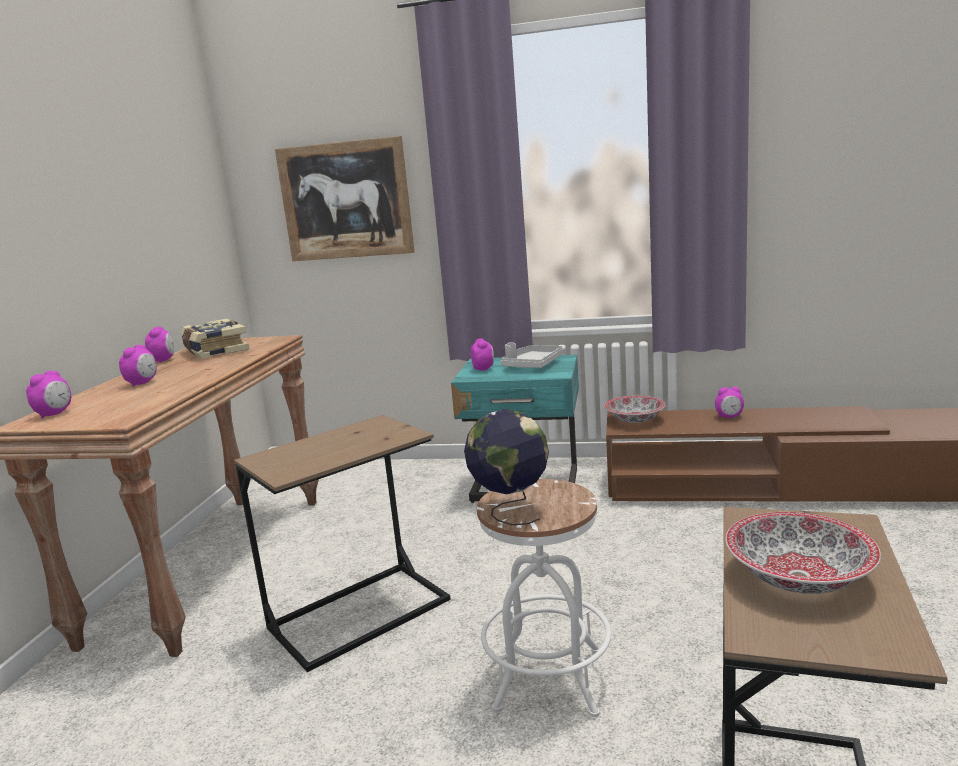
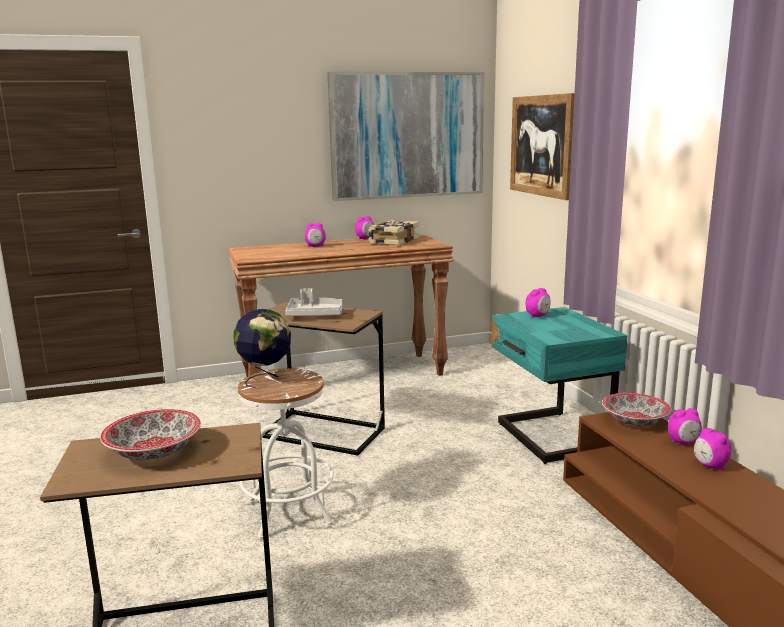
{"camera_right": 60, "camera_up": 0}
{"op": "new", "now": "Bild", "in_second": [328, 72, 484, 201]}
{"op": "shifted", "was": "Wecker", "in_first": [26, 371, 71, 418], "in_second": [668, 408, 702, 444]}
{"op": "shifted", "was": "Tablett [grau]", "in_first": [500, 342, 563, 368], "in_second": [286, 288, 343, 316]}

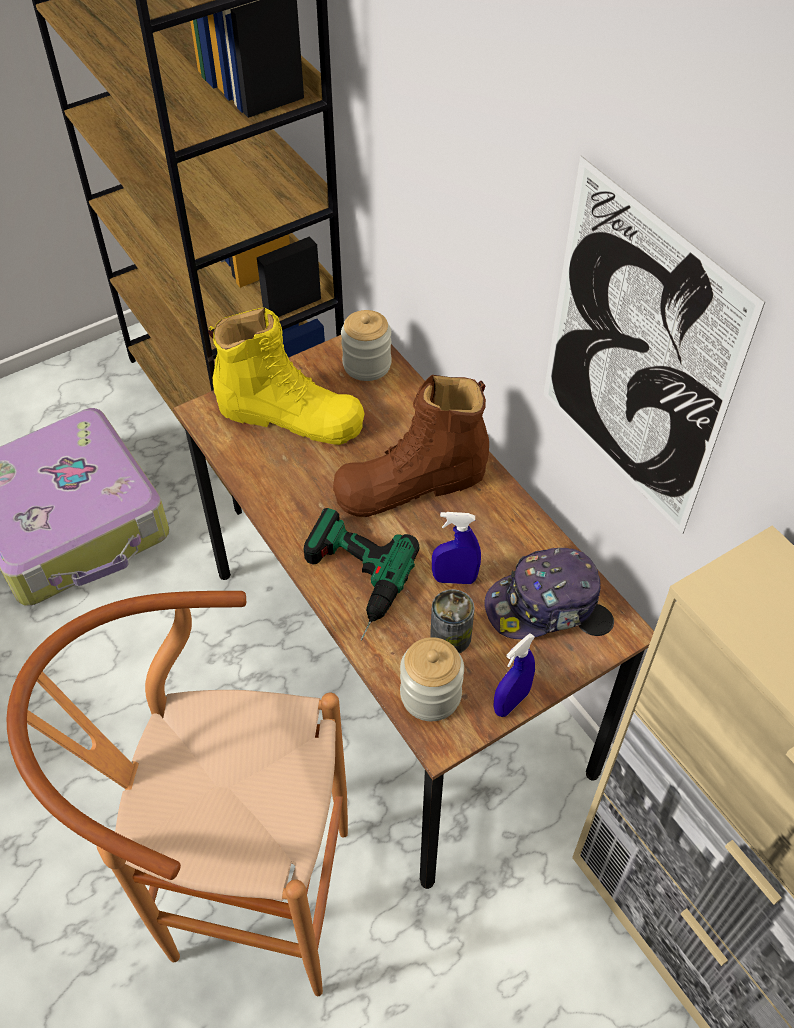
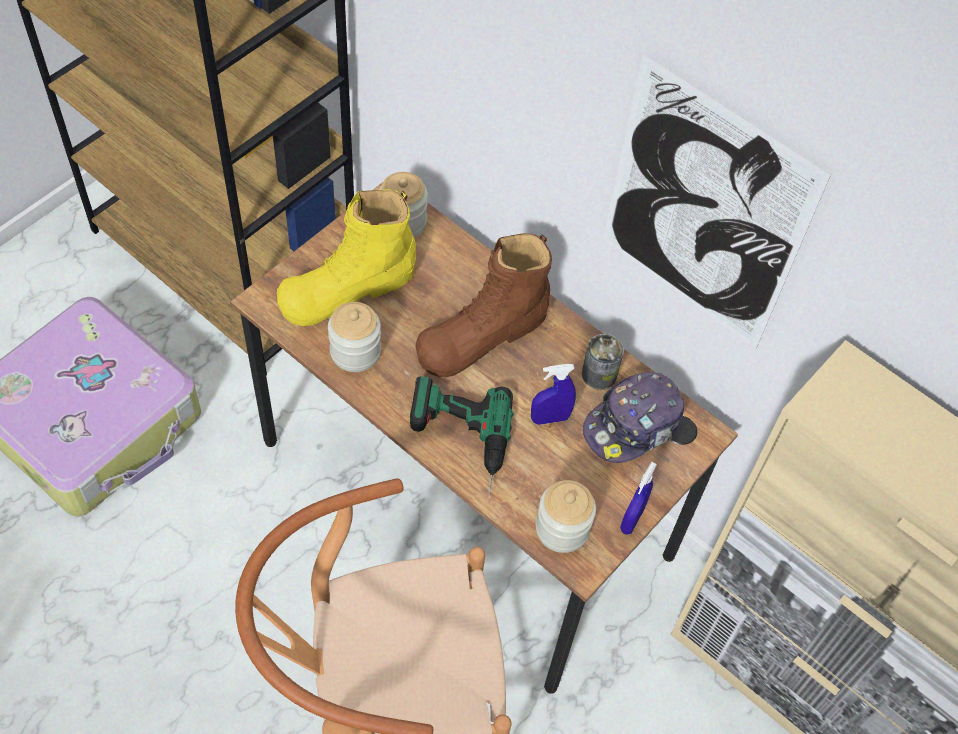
{"camera_right": -20, "camera_up": 5}
{"op": "new", "now": "Vorratsglas", "in_second": [328, 302, 381, 372]}
{"op": "shifted", "was": "Dose", "in_first": [430, 589, 475, 653], "in_second": [582, 334, 624, 390]}
{"op": "rotated", "was": "Stiefel [gelb]", "in_first": [208, 307, 365, 445], "in_second": [277, 189, 416, 326], "clockwise": 150}

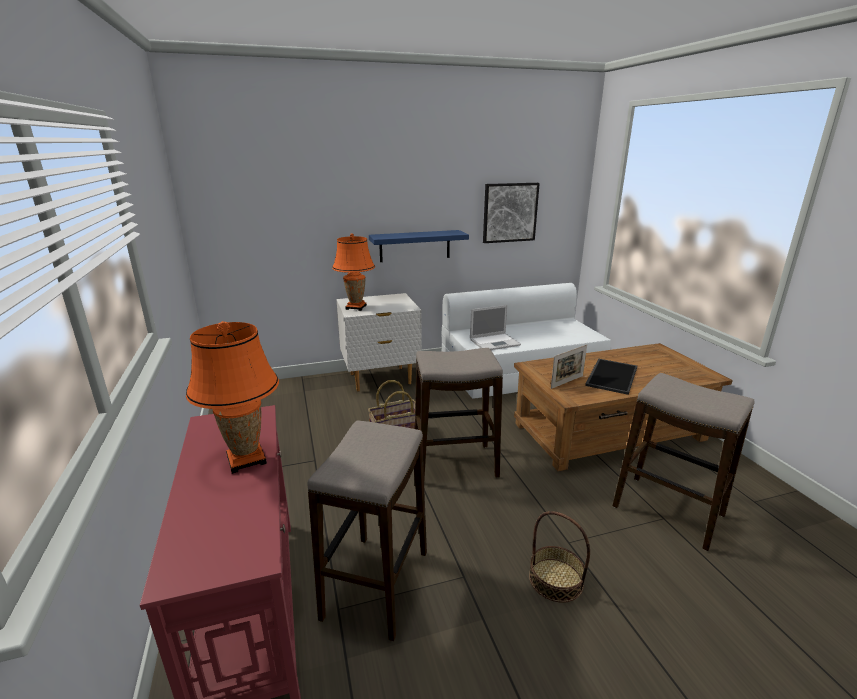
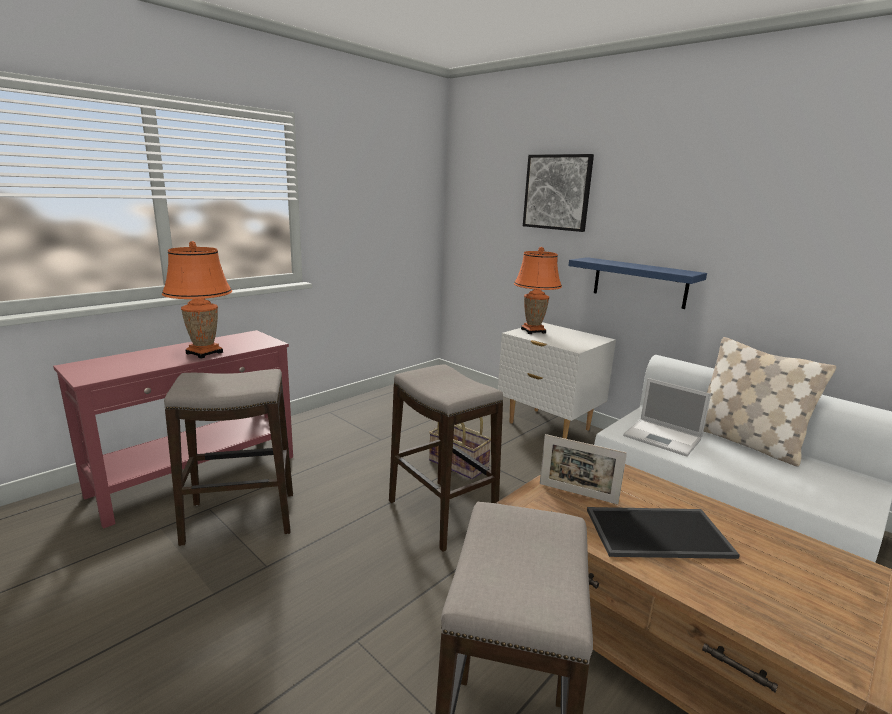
{"camera_right": 60, "camera_up": -5}
{"op": "gone", "was": "Korb", "in_first": [529, 511, 590, 603]}
{"op": "new", "now": "Kissen [beige]", "in_second": [703, 337, 836, 467]}
{"op": "shifted", "was": "Bild", "in_first": [483, 183, 540, 243], "in_second": [523, 154, 594, 232]}

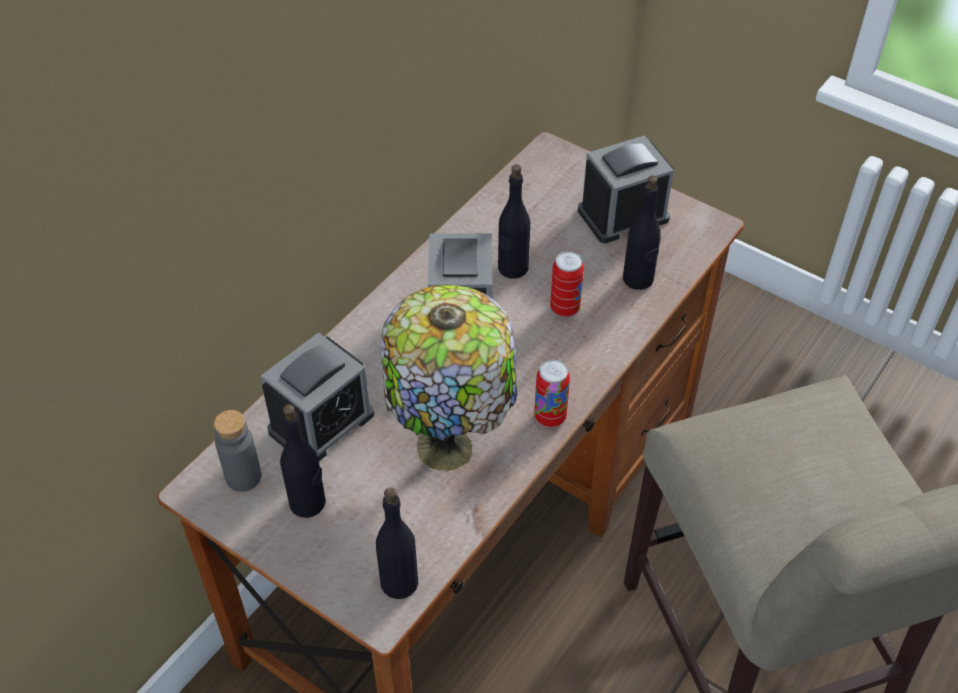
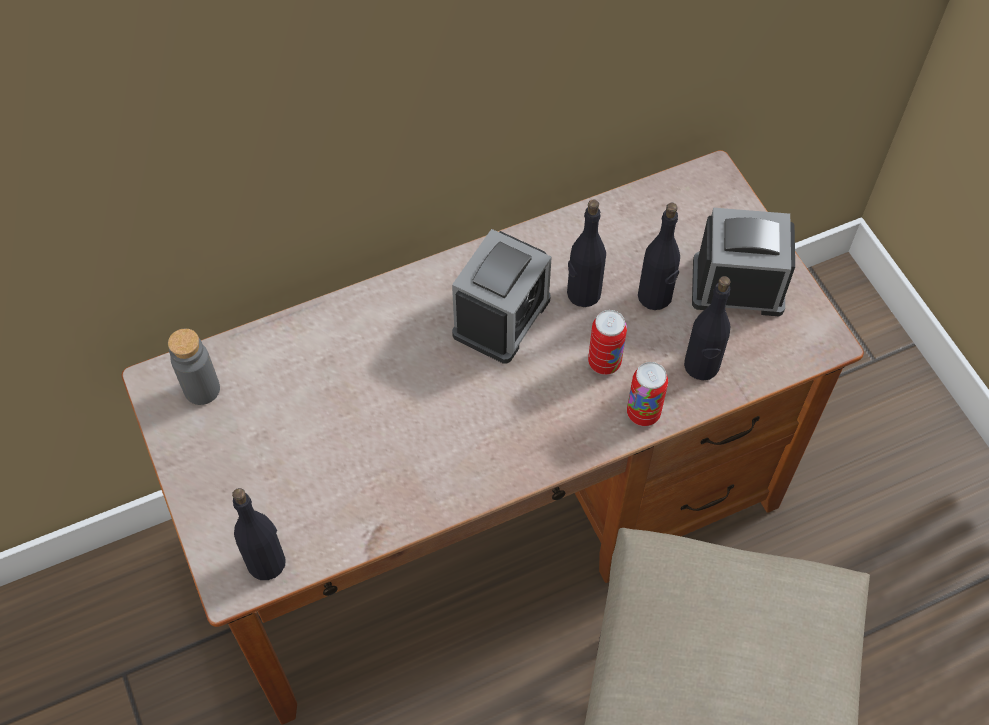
{"camera_right": 30, "camera_up": 10}
{"op": "gone", "was": "Wecker", "in_first": [261, 332, 374, 461]}
{"op": "gone", "was": "Tischlampe", "in_first": [381, 285, 518, 472]}
{"op": "shifted", "was": "Flasche [schwarz]", "in_first": [280, 404, 326, 518], "in_second": [638, 203, 680, 310]}
{"op": "shifted", "was": "Dose", "in_first": [534, 360, 570, 427], "in_second": [627, 362, 668, 426]}

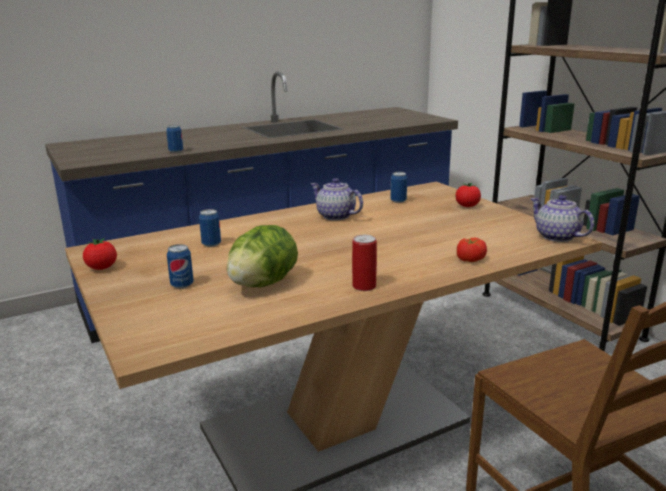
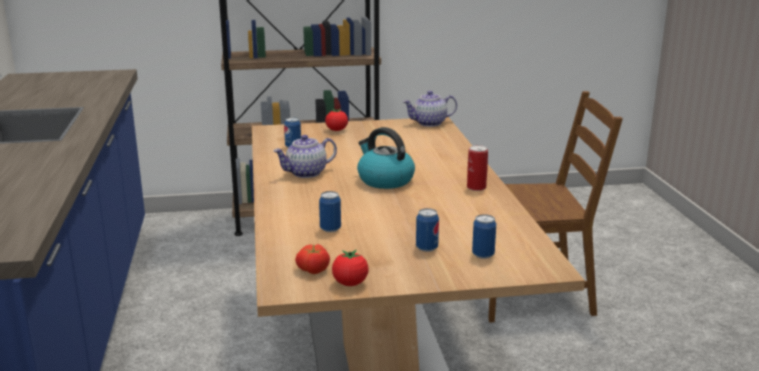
{"camera_right": -70, "camera_up": 0}
{"op": "gone", "was": "Salatkopf", "in_first": [227, 225, 298, 287]}
{"op": "new", "now": "Wasserkessel", "in_second": [357, 127, 415, 189]}
{"op": "shifted", "was": "Dose", "in_first": [166, 125, 183, 153], "in_second": [472, 214, 496, 259]}
{"op": "shifted", "was": "Tomate", "in_first": [457, 238, 487, 262], "in_second": [295, 244, 330, 274]}

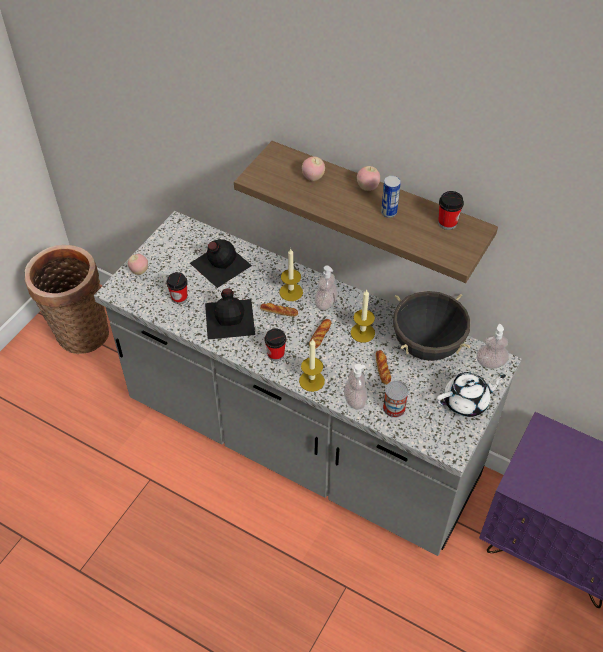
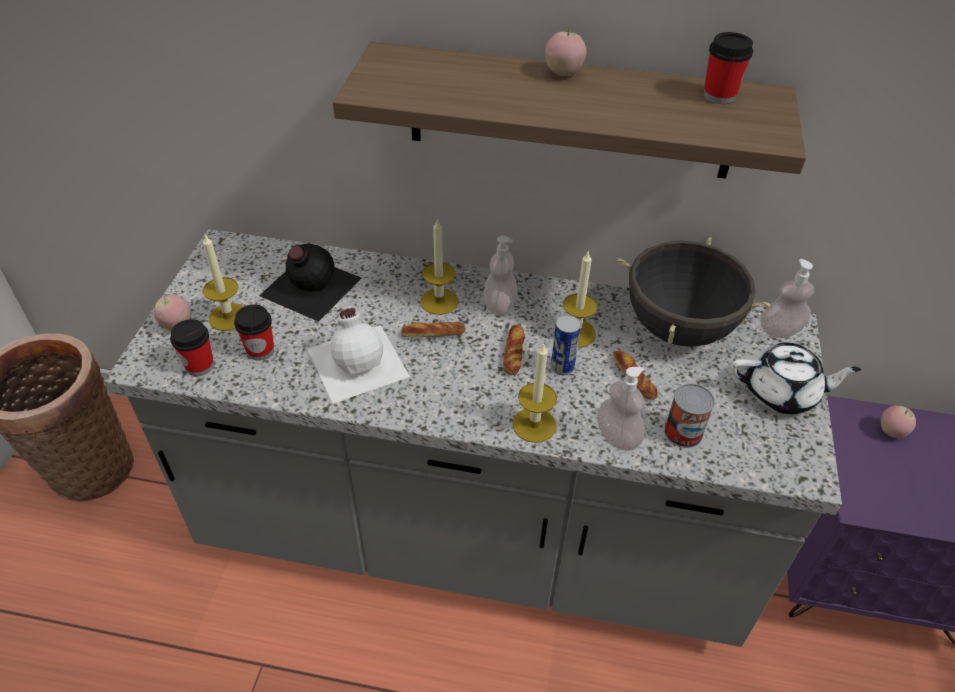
{"camera_right": -20, "camera_up": -5}
{"op": "new", "now": "Kerze", "in_second": [203, 233, 244, 331]}
{"op": "shifted", "was": "Tasse", "in_first": [264, 328, 286, 361], "in_second": [170, 319, 214, 376]}
{"op": "shifted", "was": "Apfel", "in_first": [302, 156, 325, 181], "in_second": [881, 406, 916, 438]}
{"op": "shifted", "was": "Dose", "in_first": [381, 176, 401, 218], "in_second": [551, 315, 581, 375]}
{"op": "repainted", "was": "Flasche [schwarz]", "now": "Flasche [weiß]", "in_first": [205, 288, 255, 339], "in_second": [307, 308, 410, 403]}
{"op": "rotated", "was": "Teekanne [weiß]", "in_first": [436, 372, 506, 417], "in_second": [731, 343, 861, 414], "clockwise": 45}

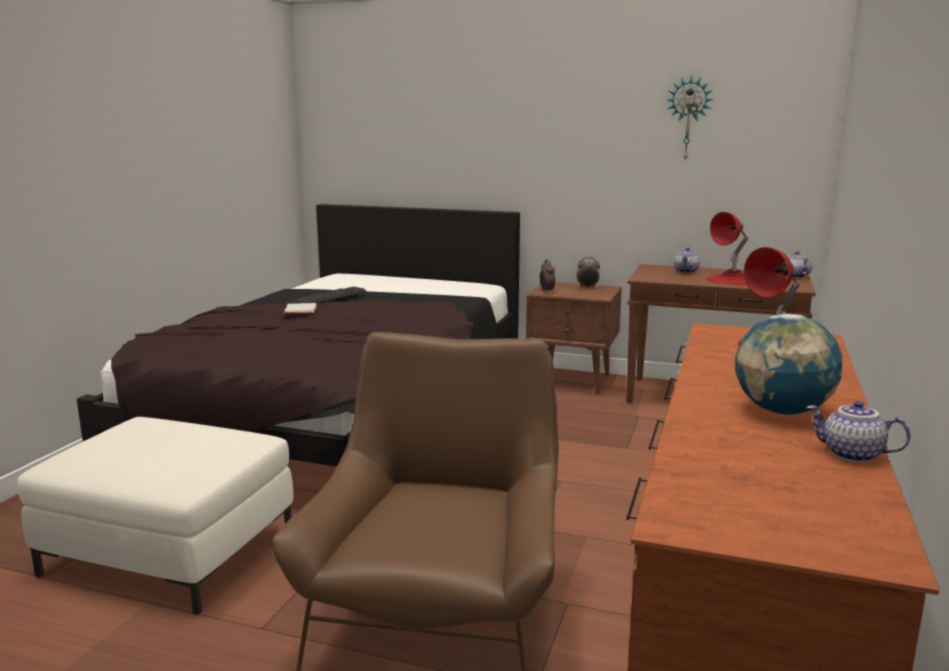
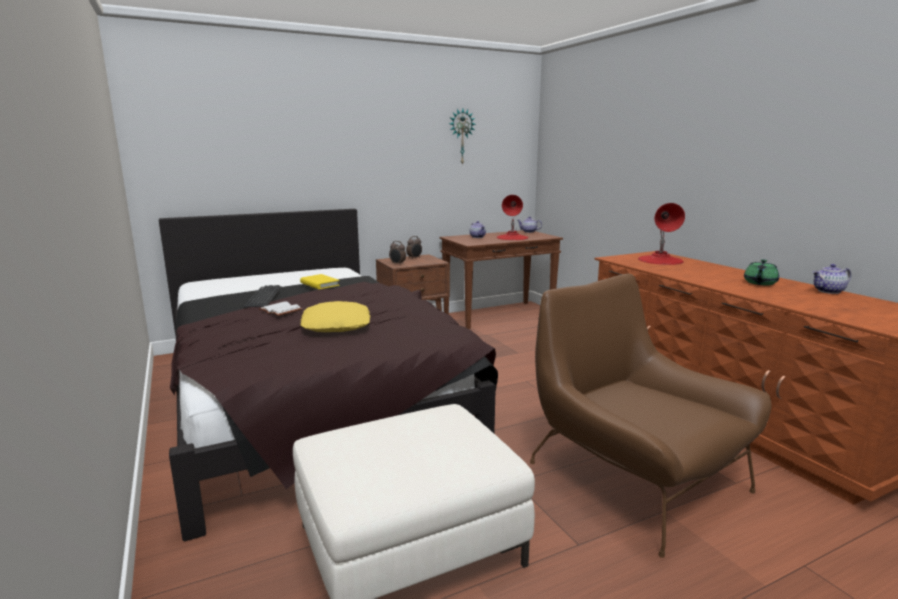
{"camera_right": -45, "camera_up": 0}
{"op": "new", "now": "Buch [gelb]", "in_second": [300, 274, 340, 289]}
{"op": "new", "now": "Kissen [gelb]", "in_second": [300, 301, 370, 332]}
{"op": "swapped", "was": "Globus", "now": "Teekanne [grün]", "in_first": [735, 314, 842, 415], "in_second": [744, 259, 779, 285]}

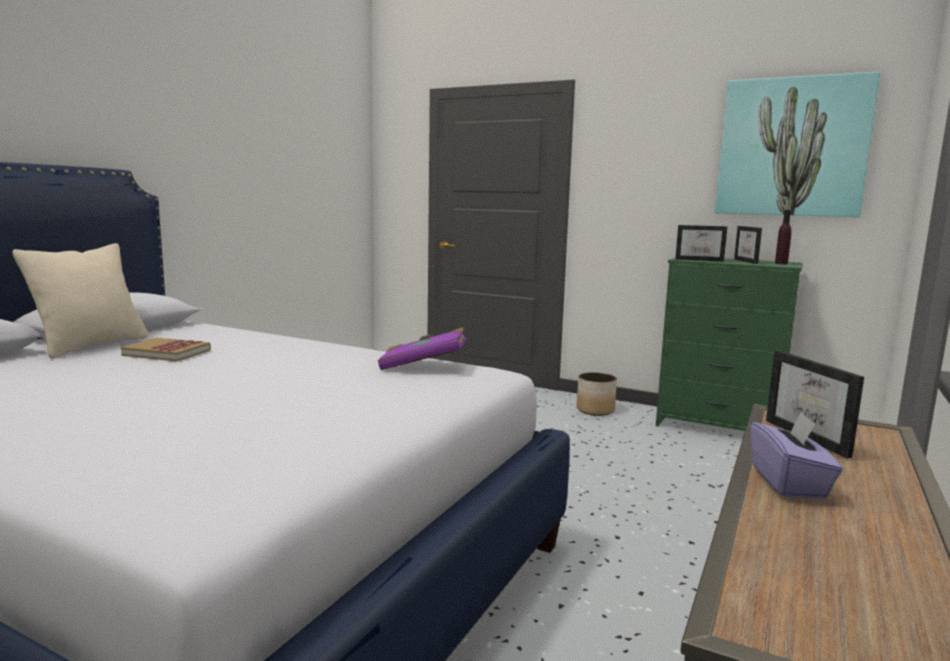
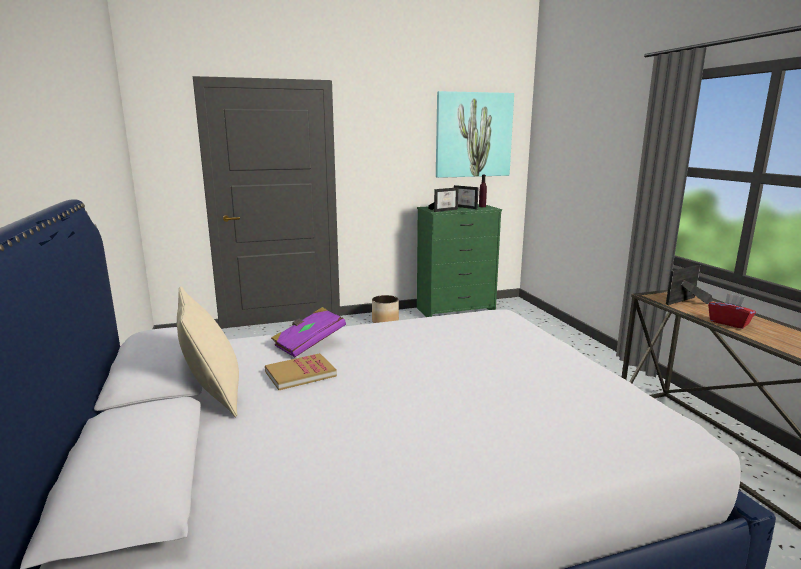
{"camera_right": -45, "camera_up": 5}
{"op": "shifted", "was": "Buch [lila]", "in_first": [378, 327, 467, 370], "in_second": [271, 307, 346, 358]}
{"op": "repainted", "was": "Taschentuchbox [lila]", "now": "Taschentuchbox [rot]", "in_first": [750, 412, 843, 499], "in_second": [708, 293, 756, 329]}
{"op": "rotated", "was": "Bilderrahmen", "in_first": [766, 350, 864, 458], "in_second": [666, 265, 713, 305], "clockwise": 120}

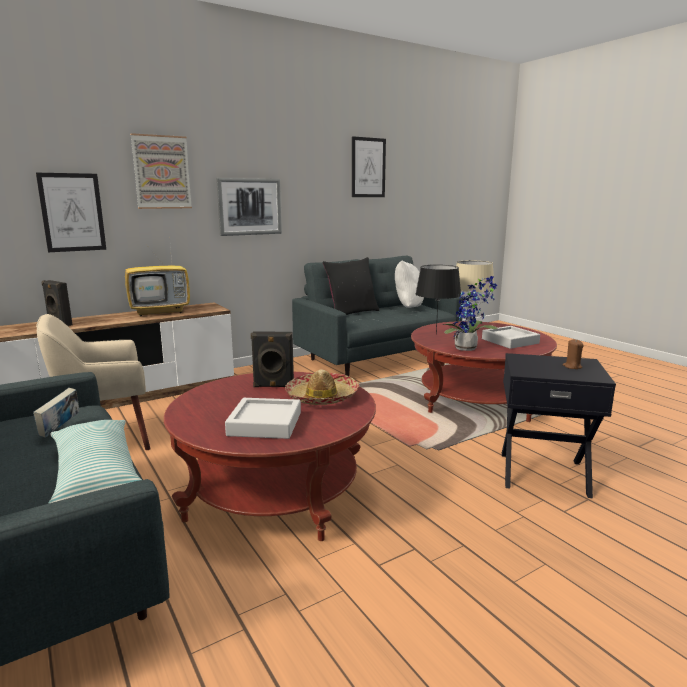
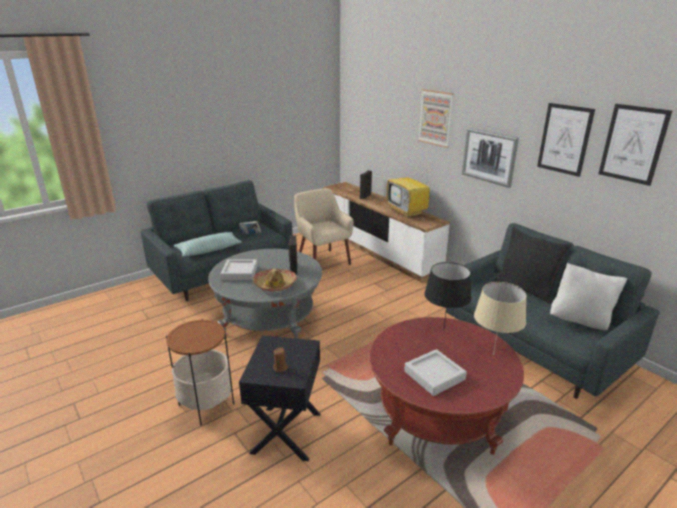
{"camera_right": 85, "camera_up": 10}
{"op": "gone", "was": "Topfpflanze", "in_first": [443, 276, 497, 351]}
{"op": "new", "now": "Beistelltisch", "in_second": [166, 319, 234, 426]}
{"op": "shifted", "was": "Bild", "in_first": [36, 173, 106, 252], "in_second": [537, 103, 595, 177]}
{"op": "repainted", "was": "Couchtisch [rot]", "now": "Couchtisch [grau]", "in_first": [164, 372, 376, 541], "in_second": [208, 249, 322, 339]}

